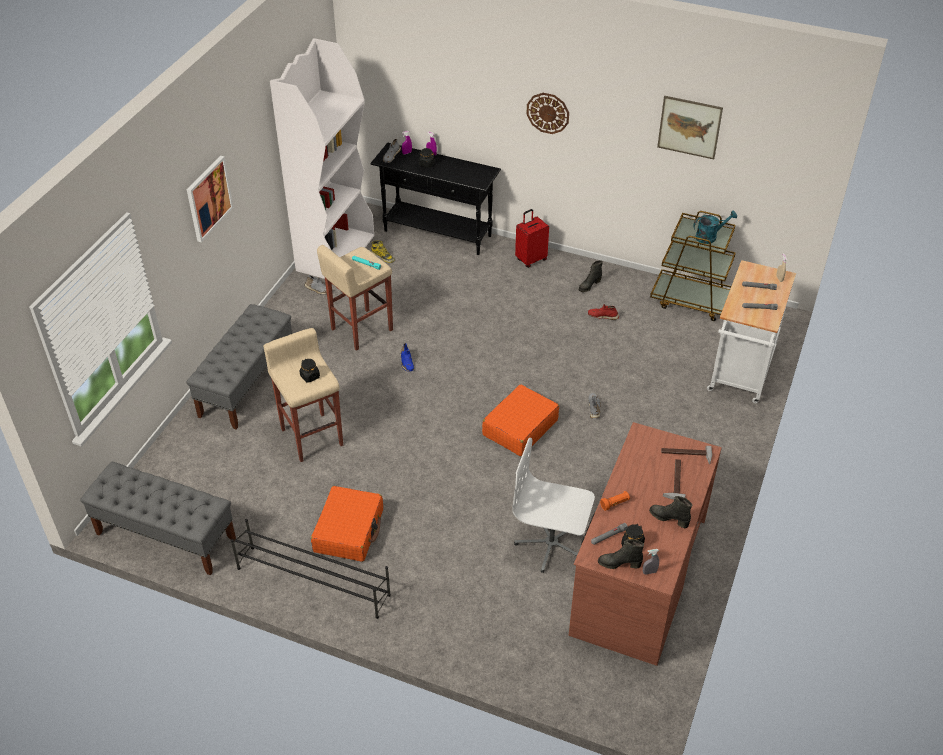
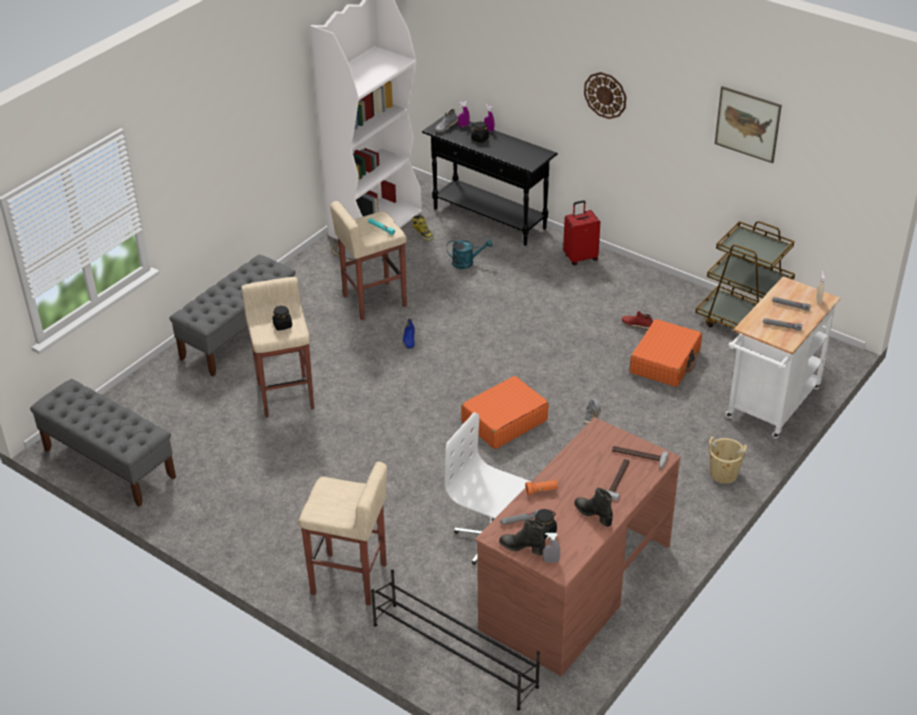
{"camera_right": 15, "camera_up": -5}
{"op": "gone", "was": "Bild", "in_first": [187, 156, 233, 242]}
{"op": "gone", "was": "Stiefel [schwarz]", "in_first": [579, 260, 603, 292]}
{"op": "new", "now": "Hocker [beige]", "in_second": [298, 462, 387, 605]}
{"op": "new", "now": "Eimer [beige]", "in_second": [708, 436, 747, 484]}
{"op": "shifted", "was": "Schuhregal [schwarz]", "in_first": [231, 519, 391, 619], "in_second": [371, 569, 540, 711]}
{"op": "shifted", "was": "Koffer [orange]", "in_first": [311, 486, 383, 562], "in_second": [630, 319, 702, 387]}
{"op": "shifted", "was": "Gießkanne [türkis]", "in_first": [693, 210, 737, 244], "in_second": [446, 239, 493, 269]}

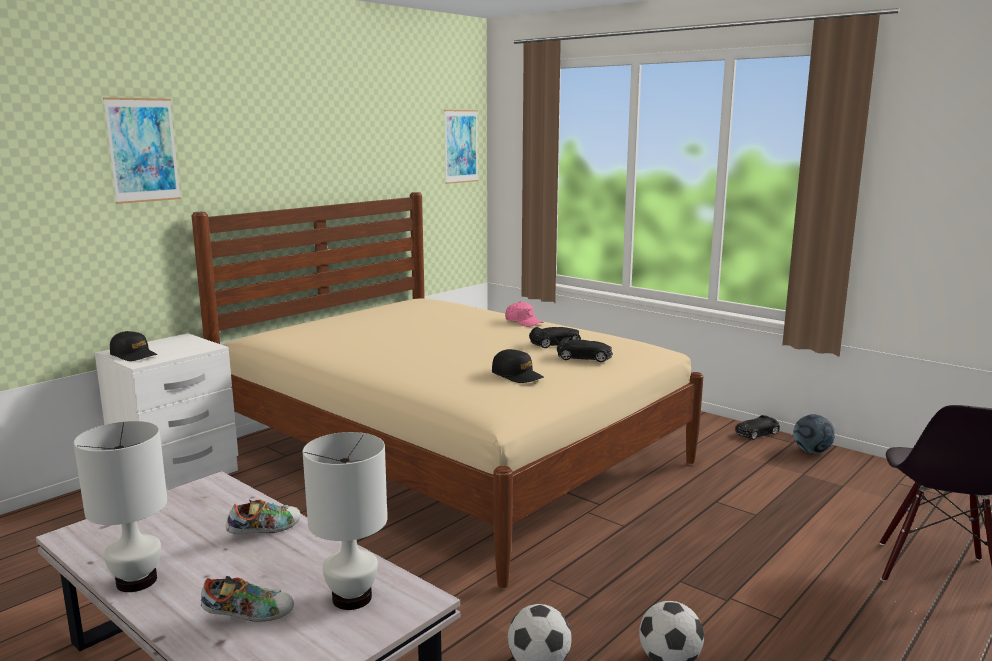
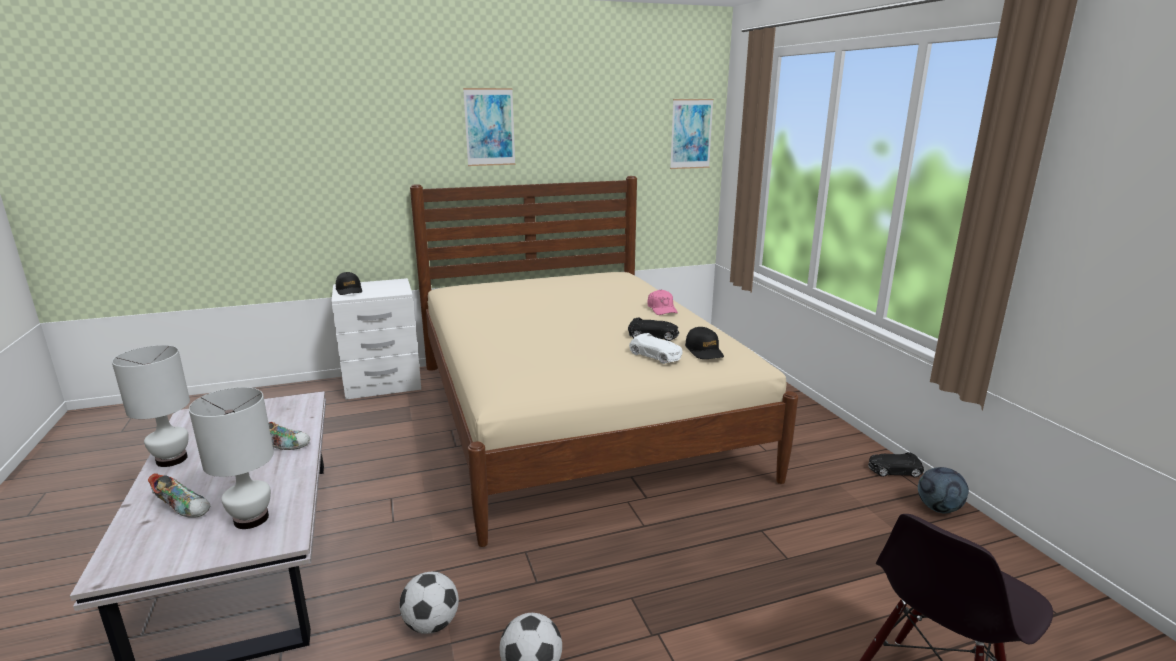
{"camera_right": 30, "camera_up": 5}
{"op": "shifted", "was": "Bild", "in_first": [103, 97, 181, 204], "in_second": [463, 88, 515, 166]}
{"op": "shifted", "was": "Kappe [schwarz]", "in_first": [492, 349, 544, 383], "in_second": [685, 327, 724, 359]}
{"op": "repainted", "was": "Spielzeugauto [schwarz]", "now": "Spielzeugauto [weiß]", "in_first": [557, 337, 613, 362], "in_second": [629, 333, 683, 364]}

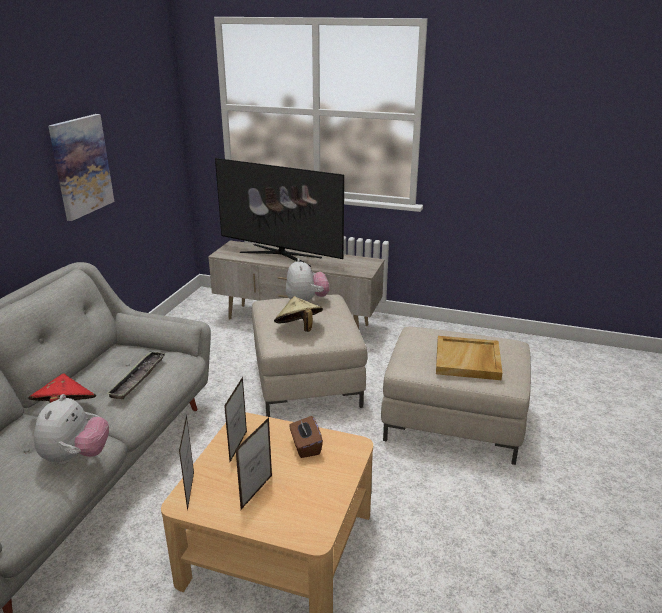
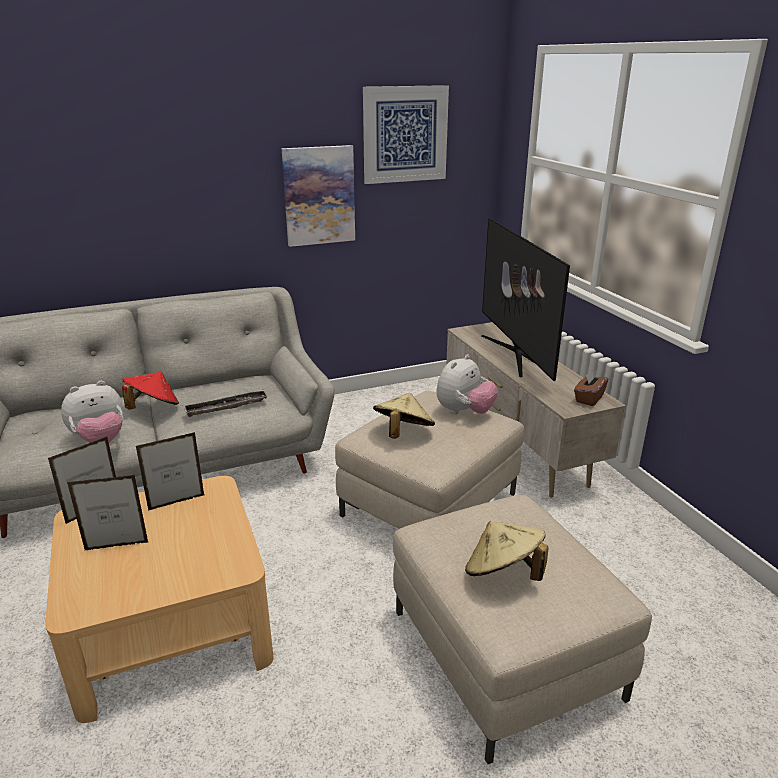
{"camera_right": 50, "camera_up": 0}
{"op": "new", "now": "Bild", "in_second": [363, 85, 449, 184]}
{"op": "shifted", "was": "Taschentuchbox [braun]", "in_first": [289, 416, 323, 458], "in_second": [574, 369, 608, 406]}
{"op": "swapped", "was": "Tablett [beige]", "now": "Hut [beige]", "in_first": [436, 336, 503, 380], "in_second": [465, 521, 549, 581]}

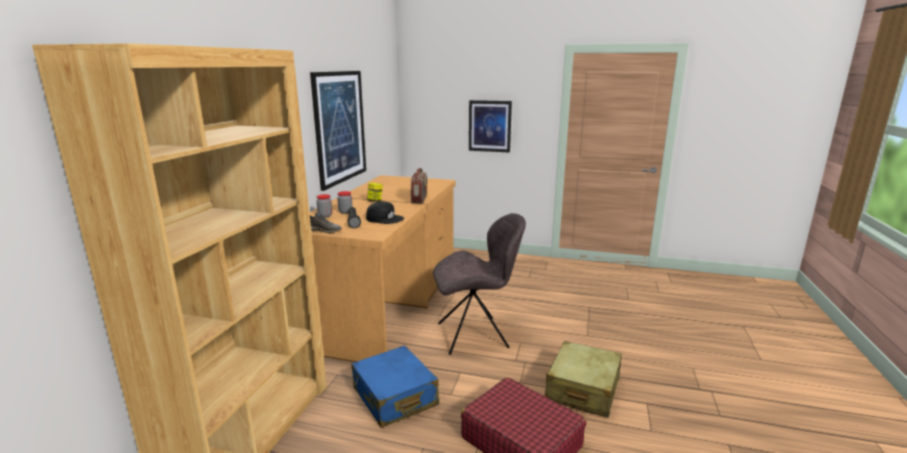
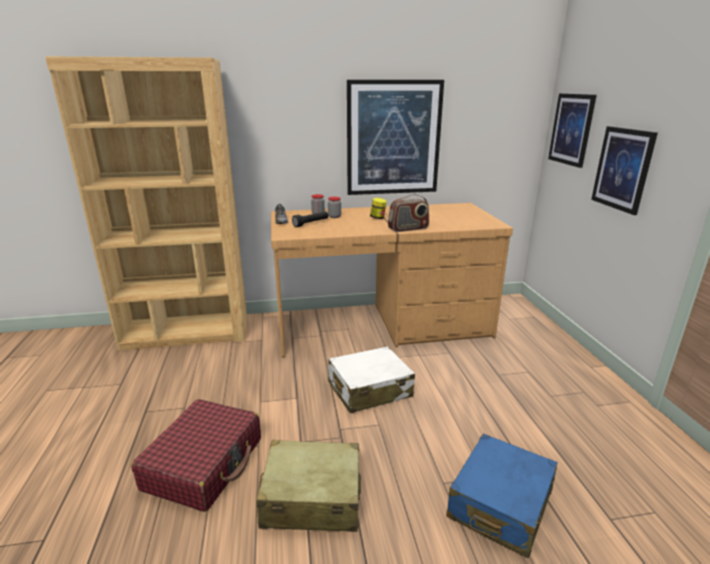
{"camera_right": 65, "camera_up": 5}
{"op": "gone", "was": "Kappe [schwarz]", "in_first": [366, 201, 404, 224]}
{"op": "new", "now": "Bild", "in_second": [548, 93, 597, 168]}
{"op": "shifted", "was": "Koffer [blau]", "in_first": [351, 345, 439, 428], "in_second": [446, 434, 558, 558]}
{"op": "swapped", "was": "Stuhl [grau]", "now": "Koffer [weiß]", "in_first": [433, 213, 526, 355], "in_second": [328, 346, 415, 413]}

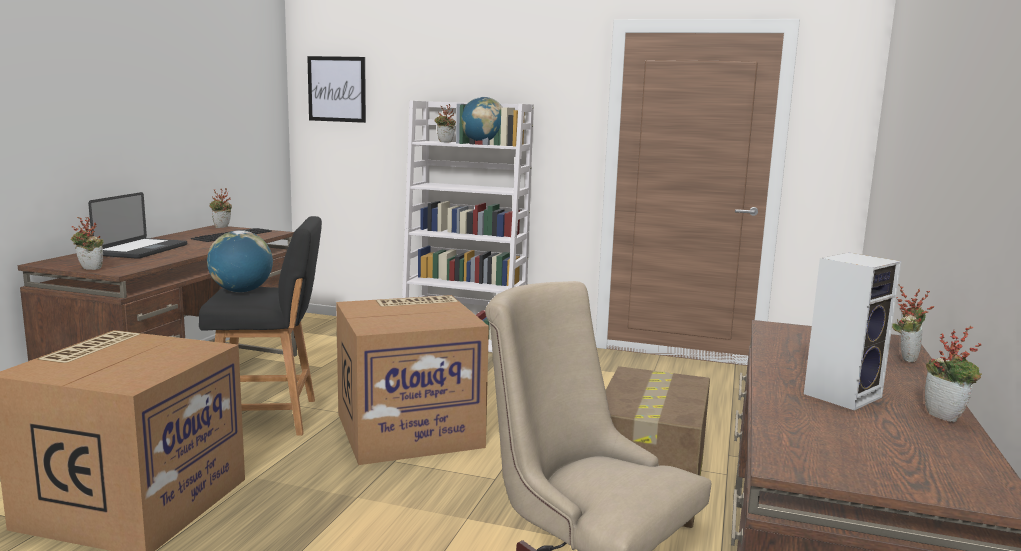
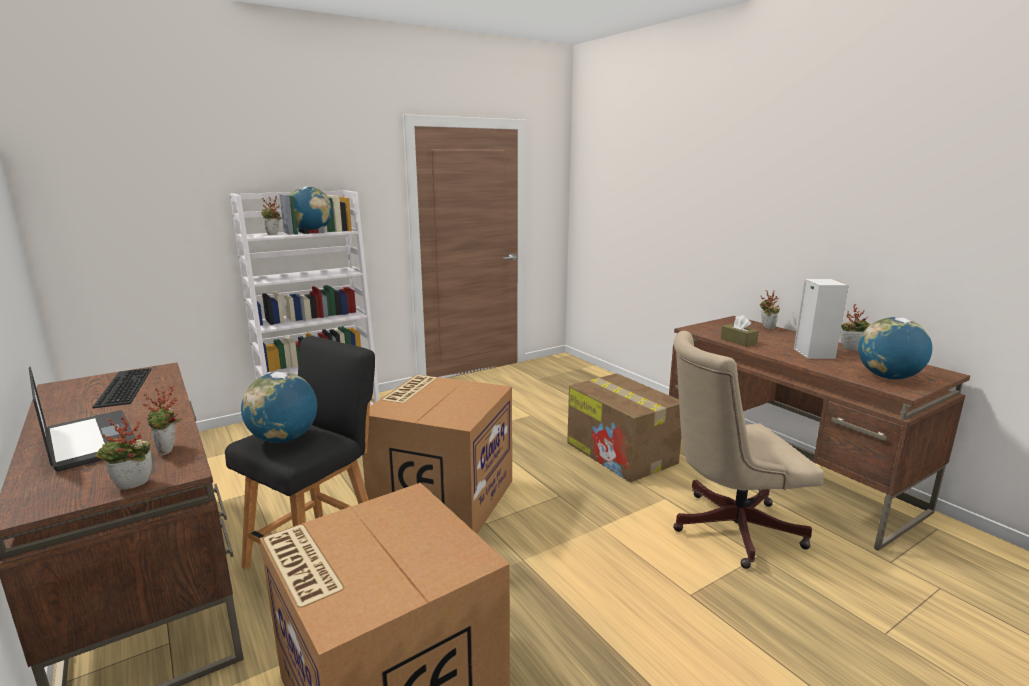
{"camera_right": -50, "camera_up": 5}
{"op": "gone", "was": "Bild", "in_first": [307, 56, 366, 123]}
{"op": "new", "now": "Taschentuchbox [braun]", "in_second": [721, 315, 759, 347]}
{"op": "new", "now": "Globus", "in_second": [858, 317, 932, 379]}
{"op": "shifted", "was": "Topfpflanze", "in_first": [209, 188, 232, 228], "in_second": [142, 385, 183, 455]}

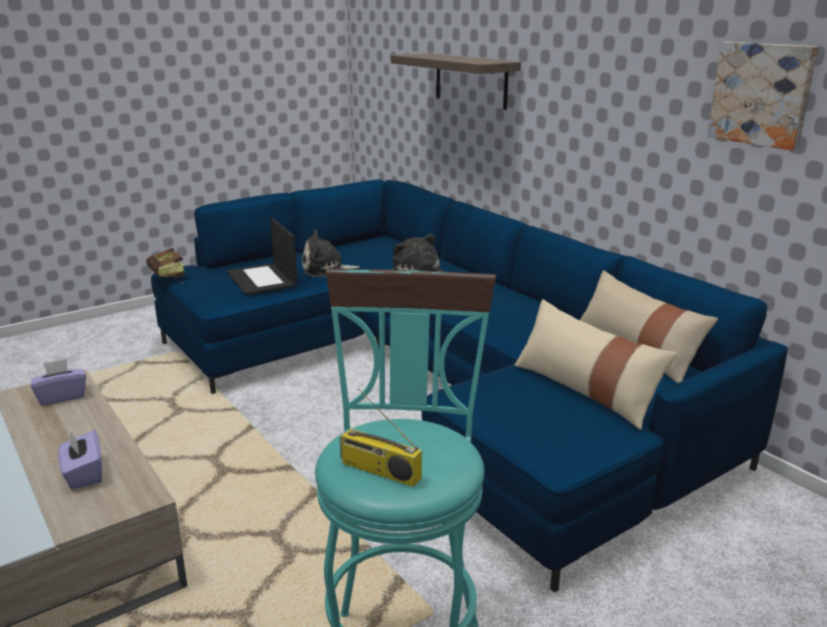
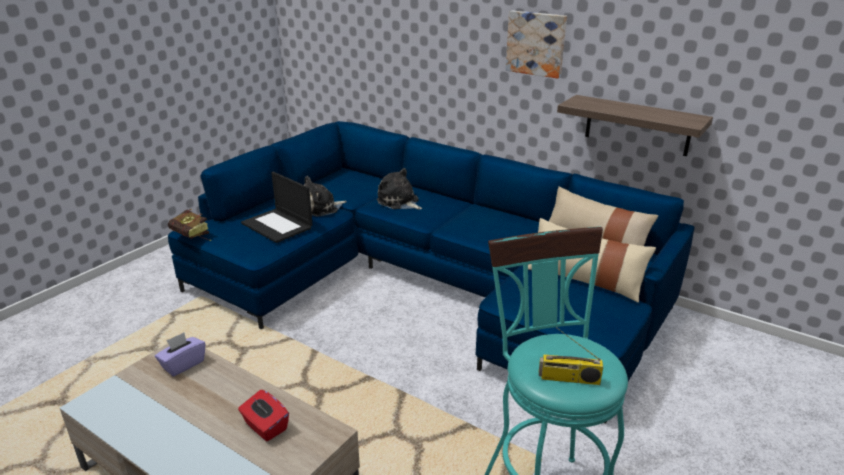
{"camera_right": -20, "camera_up": 5}
{"op": "shifted", "was": "Wandregal", "in_first": [391, 53, 521, 110], "in_second": [557, 95, 713, 156]}
{"op": "shifted", "was": "Bild", "in_first": [707, 42, 818, 150], "in_second": [505, 10, 567, 79]}
{"op": "repainted", "was": "Taschentuchbox [lila]", "now": "Taschentuchbox [rot]", "in_first": [58, 430, 102, 489], "in_second": [238, 390, 289, 441]}

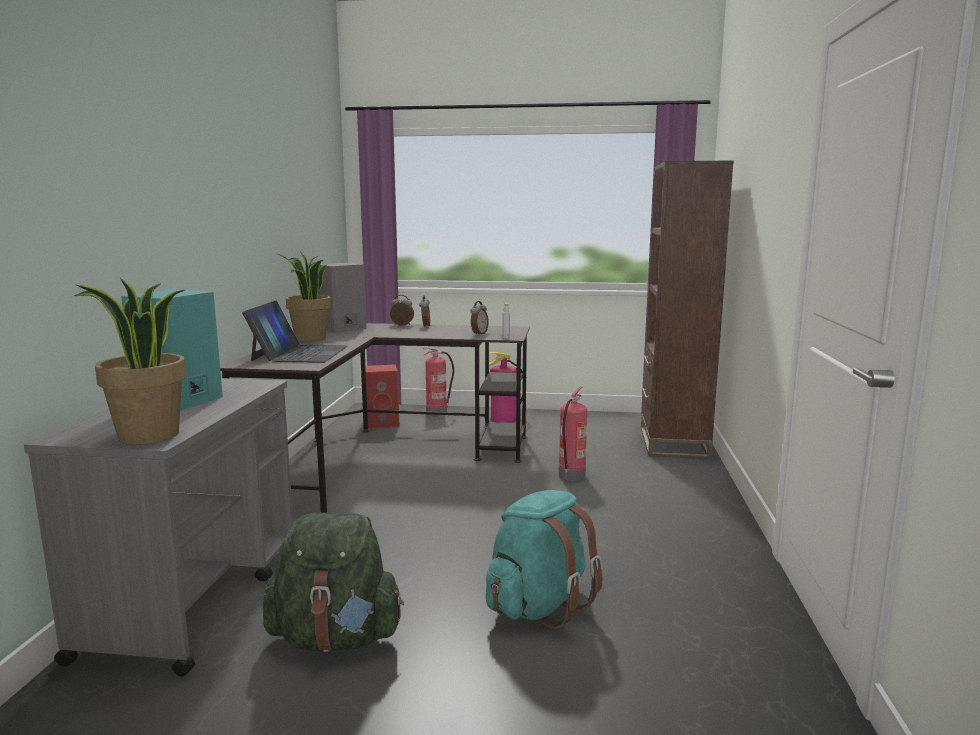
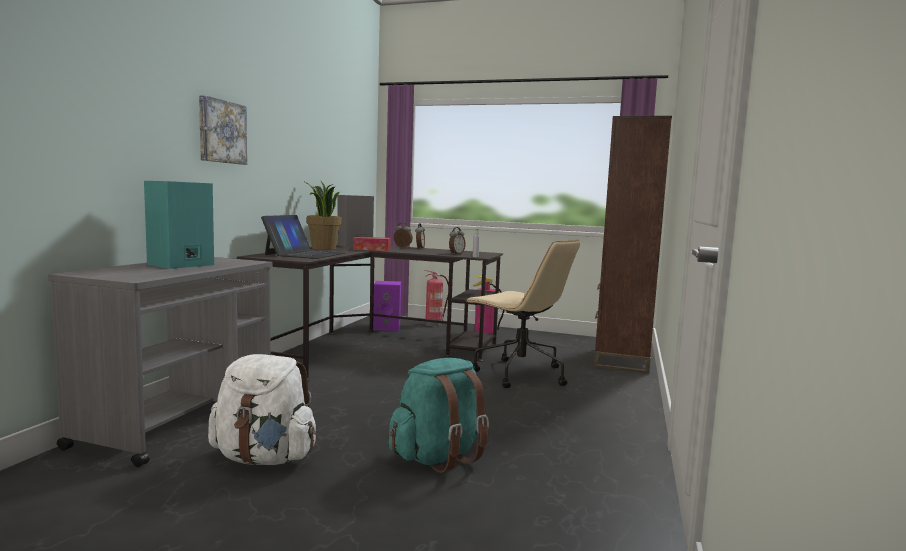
{"camera_right": 10, "camera_up": -5}
{"op": "gone", "was": "Topfpflanze", "in_first": [74, 278, 186, 445]}
{"op": "new", "now": "Bild", "in_second": [199, 95, 247, 165]}
{"op": "new", "now": "Taschentuchbox", "in_second": [353, 237, 390, 251]}
{"op": "swapped", "was": "Feuerlöscher", "now": "Bürostuhl [beige]", "in_first": [559, 387, 587, 481], "in_second": [465, 240, 580, 388]}
{"op": "repainted", "was": "Rucksack [grün]", "now": "Rucksack [weiß]", "in_first": [263, 513, 404, 652], "in_second": [208, 354, 316, 465]}
{"op": "repainted", "was": "Lautsprecher [rot]", "now": "Lautsprecher [lila]", "in_first": [365, 364, 399, 429], "in_second": [373, 281, 401, 331]}

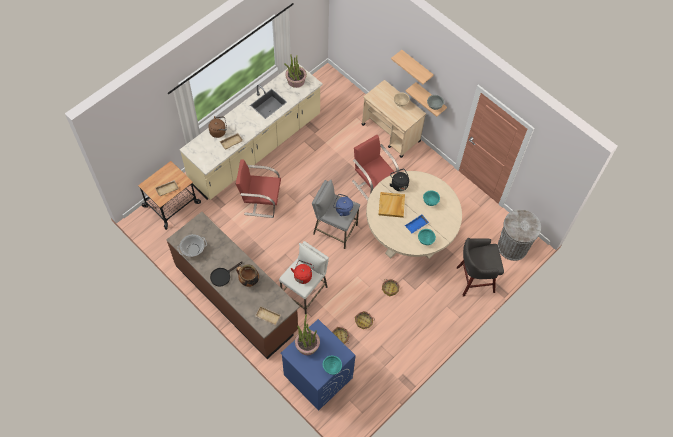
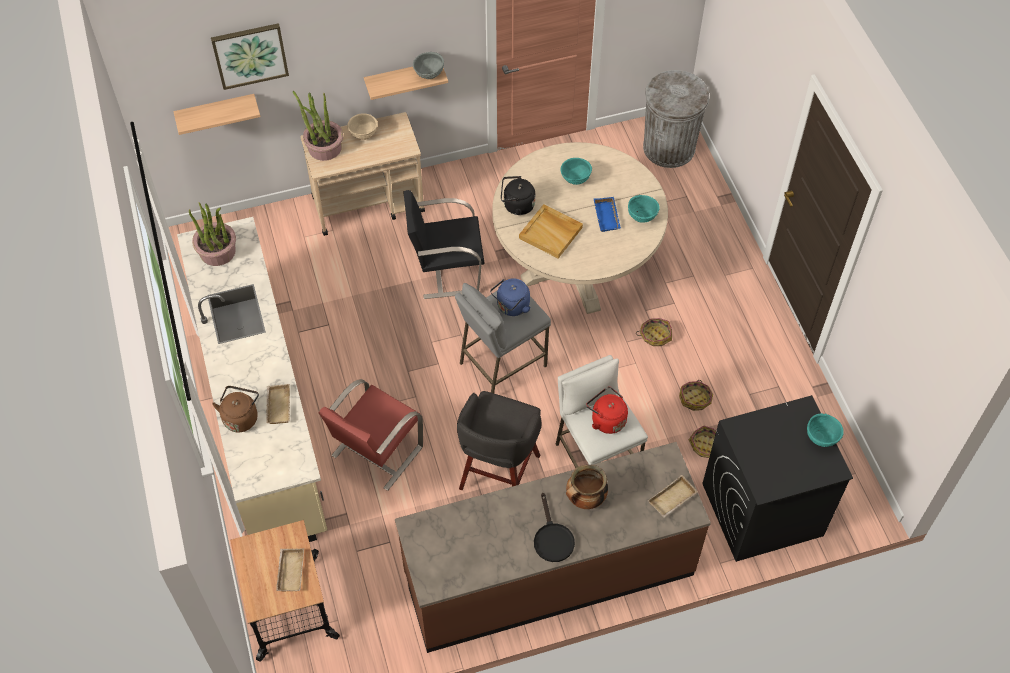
{"camera_right": -60, "camera_up": -5}
{"op": "gone", "was": "Kochtopf", "in_first": [177, 234, 207, 257]}
{"op": "new", "now": "Bild", "in_second": [211, 23, 289, 90]}
{"op": "shifted", "was": "Topfpflanze", "in_first": [295, 314, 320, 355], "in_second": [293, 91, 343, 161]}
{"op": "shifted", "was": "Wandregal", "in_first": [391, 50, 434, 84], "in_second": [173, 94, 260, 135]}
{"op": "shifted", "was": "Hocker [grau]", "in_first": [457, 238, 504, 296], "in_second": [457, 391, 541, 490]}
{"op": "repainted", "was": "Waschmaschine [blau]", "now": "Waschmaschine [schwarz]", "in_first": [280, 319, 356, 411], "in_second": [703, 395, 853, 562]}
{"op": "repainted", "was": "Stuhl [rot]", "now": "Stuhl [schwarz]", "in_first": [352, 135, 400, 201], "in_second": [403, 190, 485, 299]}

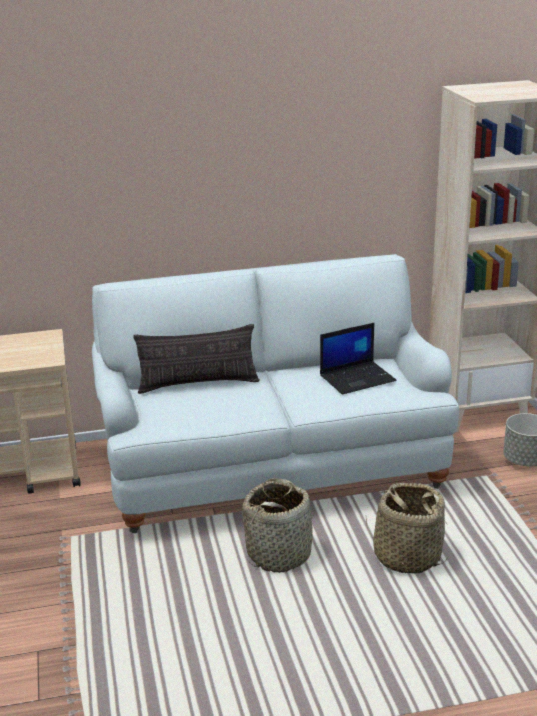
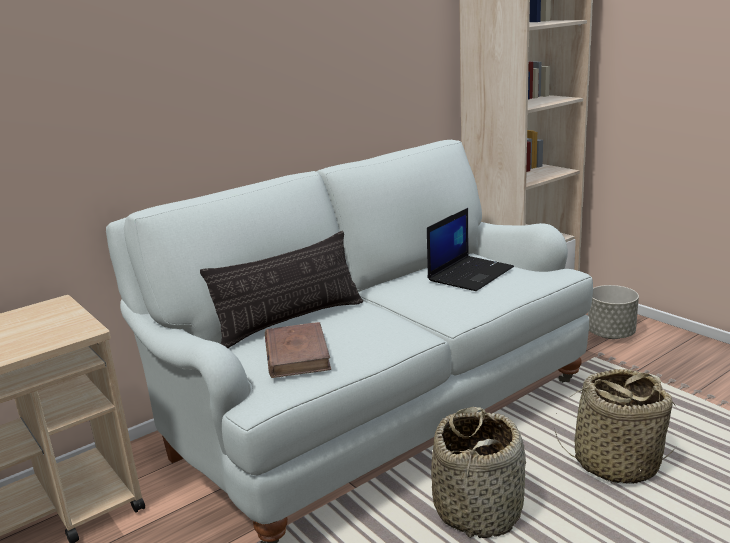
{"camera_right": -25, "camera_up": -5}
{"op": "new", "now": "Buch [braun]", "in_second": [265, 322, 331, 378]}

